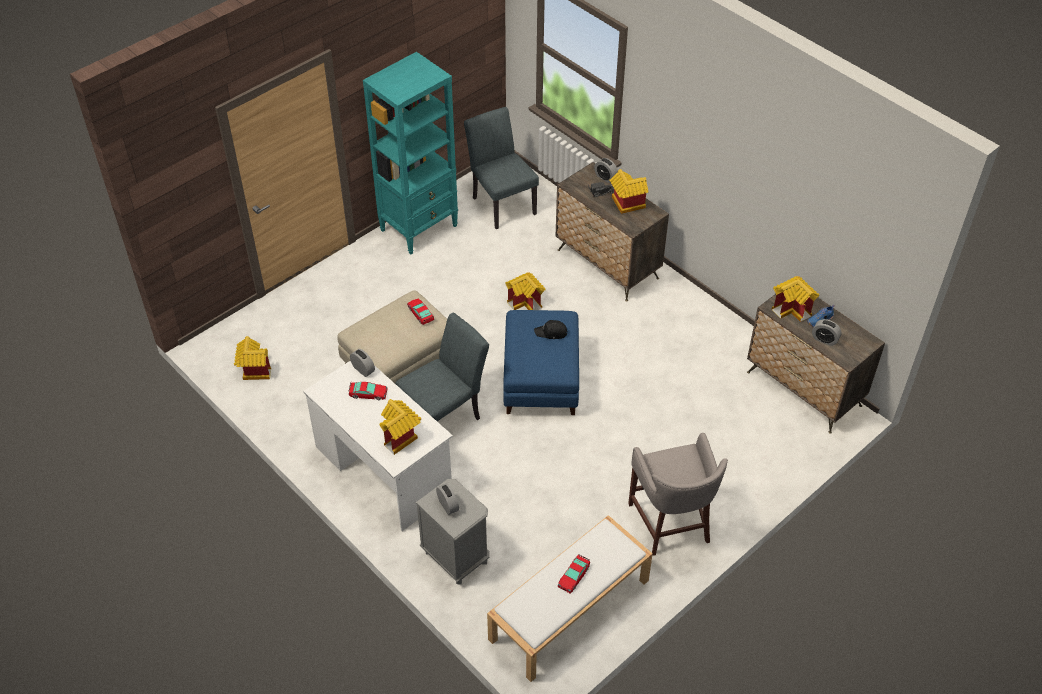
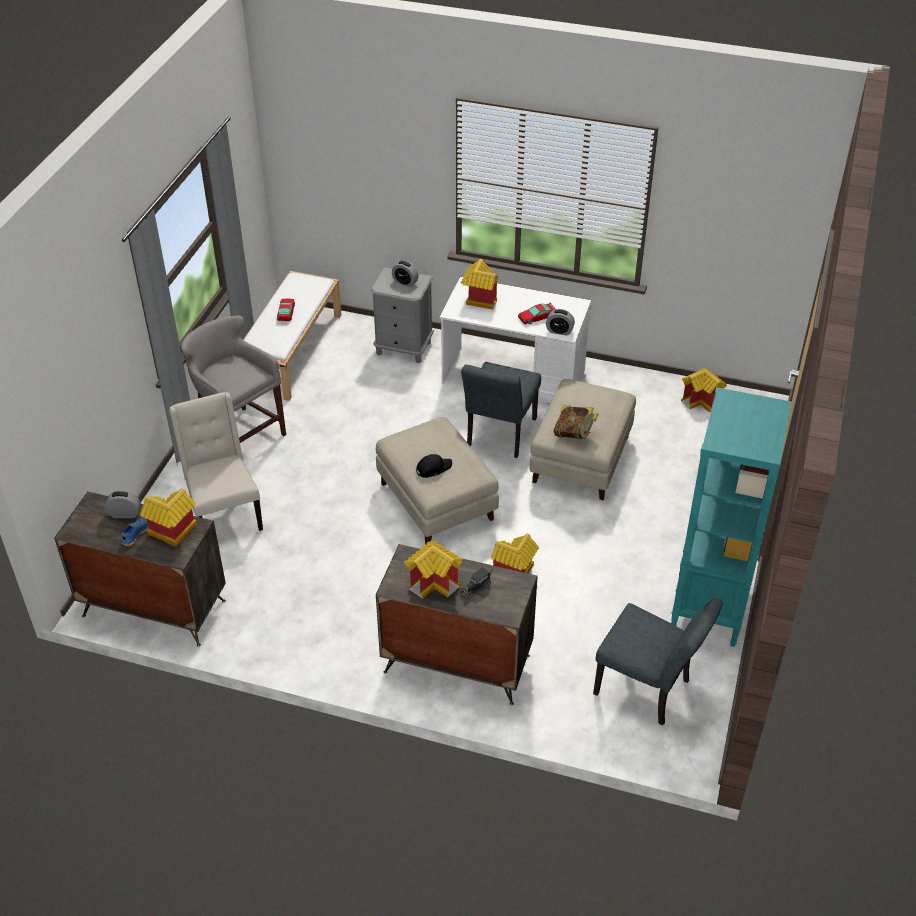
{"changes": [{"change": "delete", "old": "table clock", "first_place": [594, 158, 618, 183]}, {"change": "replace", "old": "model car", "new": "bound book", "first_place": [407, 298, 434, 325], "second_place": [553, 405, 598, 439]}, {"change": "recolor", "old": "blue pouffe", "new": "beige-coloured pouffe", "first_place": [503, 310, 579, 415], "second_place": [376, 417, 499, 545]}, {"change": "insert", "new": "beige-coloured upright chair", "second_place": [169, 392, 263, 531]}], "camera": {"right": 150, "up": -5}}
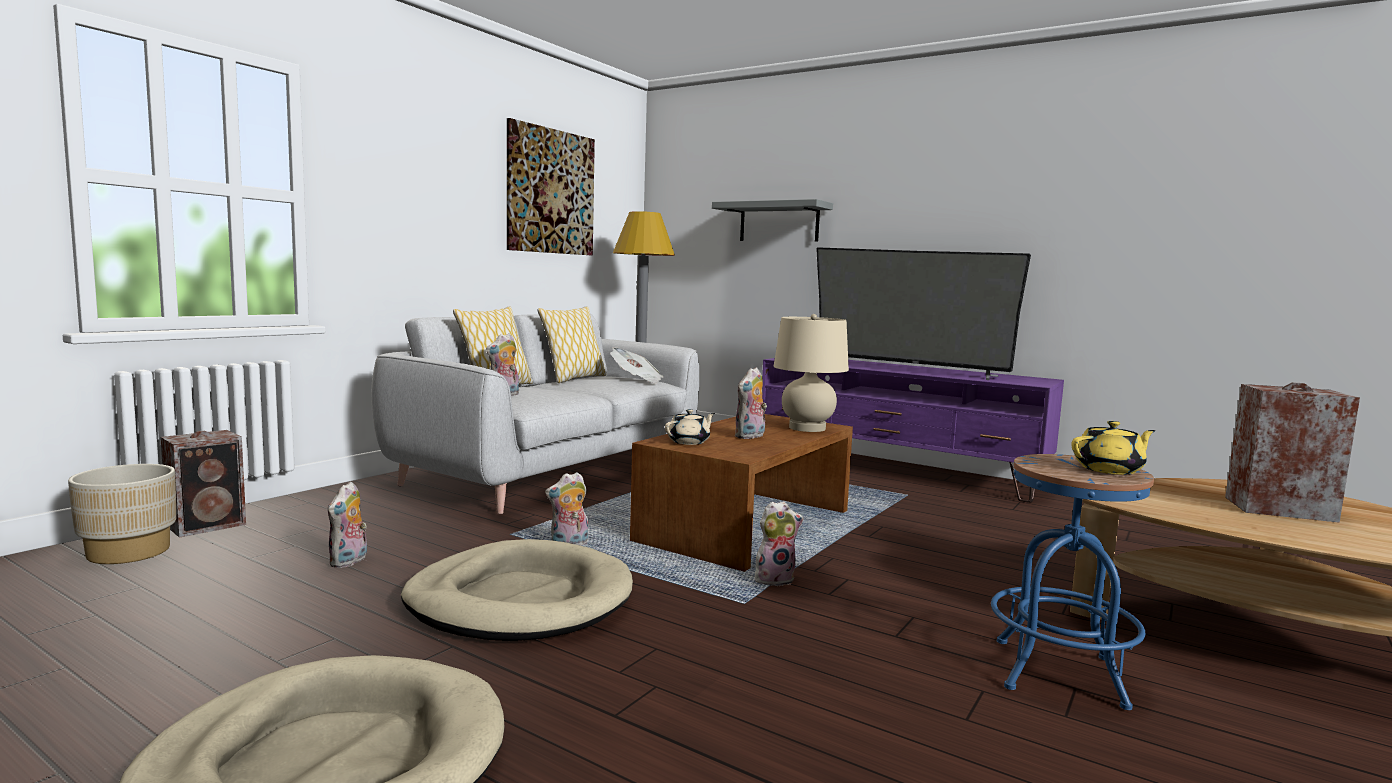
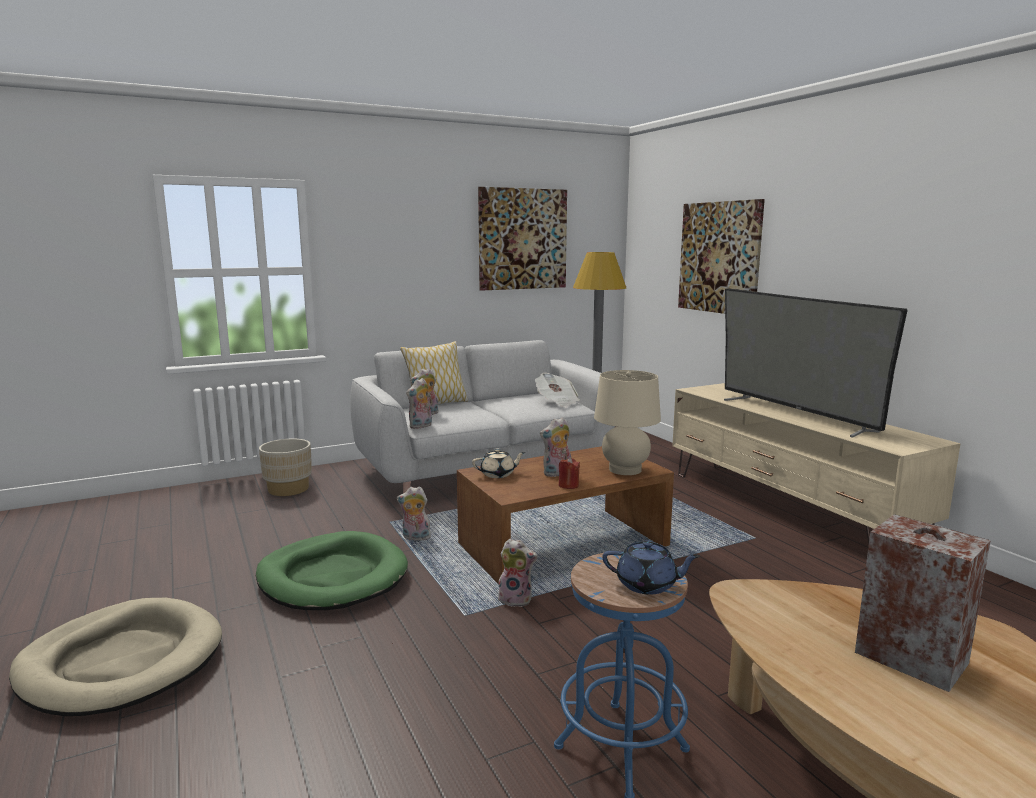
{"changes": [{"change": "replace", "old": "gray wall shelf", "new": "wall picture", "first_place": [712, 199, 833, 241], "second_place": [678, 199, 765, 314]}, {"change": "delete", "old": "pillow", "first_place": [537, 306, 606, 383]}, {"change": "recolor", "old": "purplish tv unit", "new": "beige-coloured tv unit", "first_place": [762, 358, 1064, 503], "second_place": [672, 383, 961, 544]}, {"change": "recolor", "old": "yellow tea pot", "new": "blue tea pot", "first_place": [1071, 421, 1155, 475], "second_place": [602, 540, 700, 595]}, {"change": "delete", "old": "speaker", "first_place": [160, 430, 246, 538]}, {"change": "move", "old": "beige-coloured plant pot", "first_place": [68, 464, 176, 564], "second_place": [259, 439, 312, 496]}, {"change": "move", "old": "cuddly toy", "first_place": [328, 481, 367, 568], "second_place": [406, 378, 432, 429]}, {"change": "recolor", "old": "beige-coloured pet bed", "new": "green pet bed", "first_place": [401, 539, 633, 641], "second_place": [256, 531, 408, 610]}, {"change": "insert", "new": "reddish wax light", "second_place": [559, 457, 580, 489]}], "camera": {"right": 30, "up": 5}}
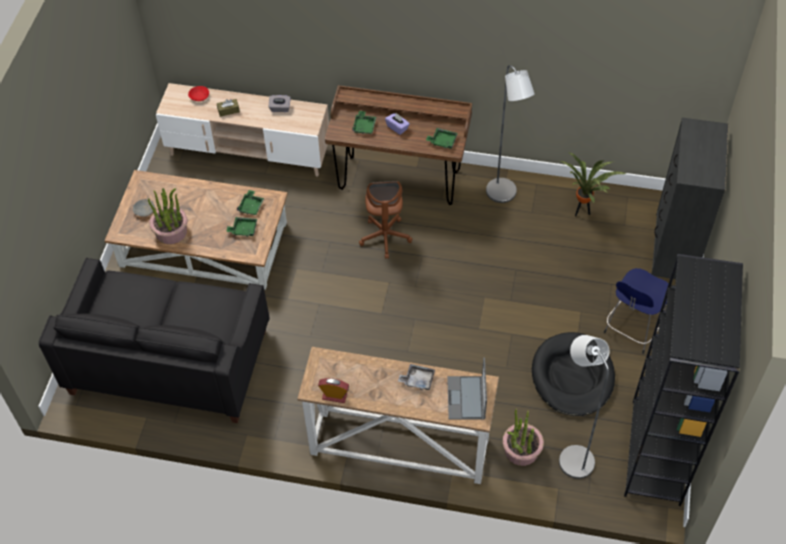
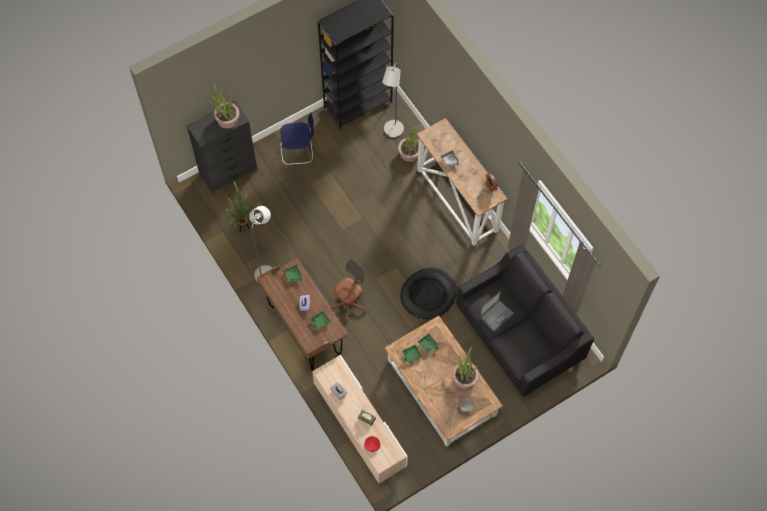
{"changes": [{"change": "move", "old": "black-coloured pet bed", "first_place": [532, 332, 615, 416], "second_place": [400, 268, 457, 320]}, {"change": "move", "old": "notebook computer", "first_place": [447, 358, 487, 420], "second_place": [479, 291, 514, 331]}, {"change": "insert", "new": "potted plant", "second_place": [212, 83, 239, 128]}], "camera": {"right": -135, "up": 10}}
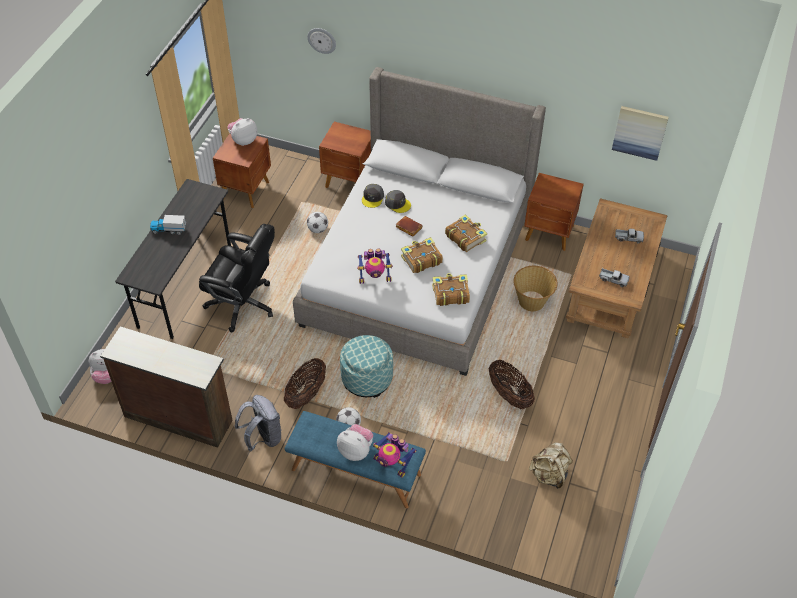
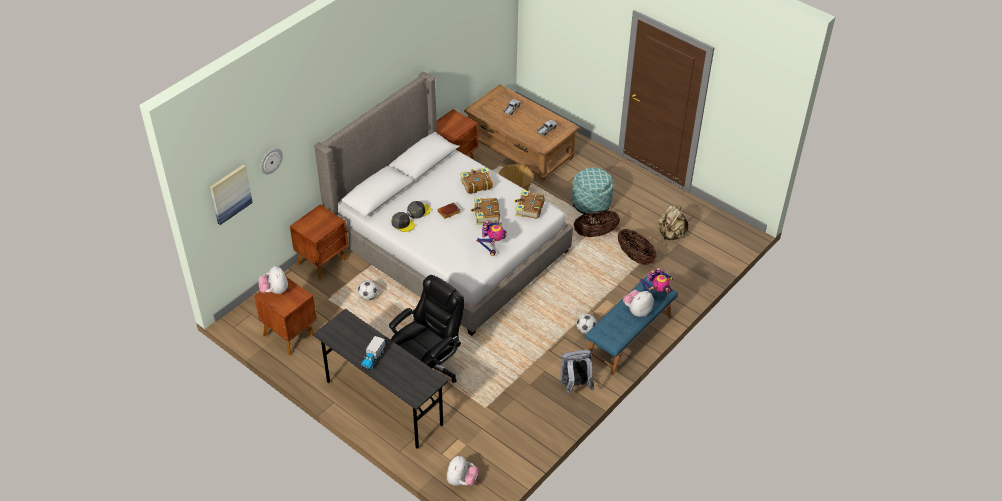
{"changes": [{"change": "move", "old": "wall picture", "first_place": [612, 106, 669, 161], "second_place": [210, 164, 253, 225]}, {"change": "delete", "old": "brown-coloured dresser", "first_place": [100, 326, 233, 448]}, {"change": "move", "old": "pouffe", "first_place": [340, 335, 393, 398], "second_place": [572, 168, 614, 217]}, {"change": "move", "old": "basket", "first_place": [284, 358, 326, 409], "second_place": [618, 229, 656, 265]}], "camera": {"right": -70, "up": -5}}
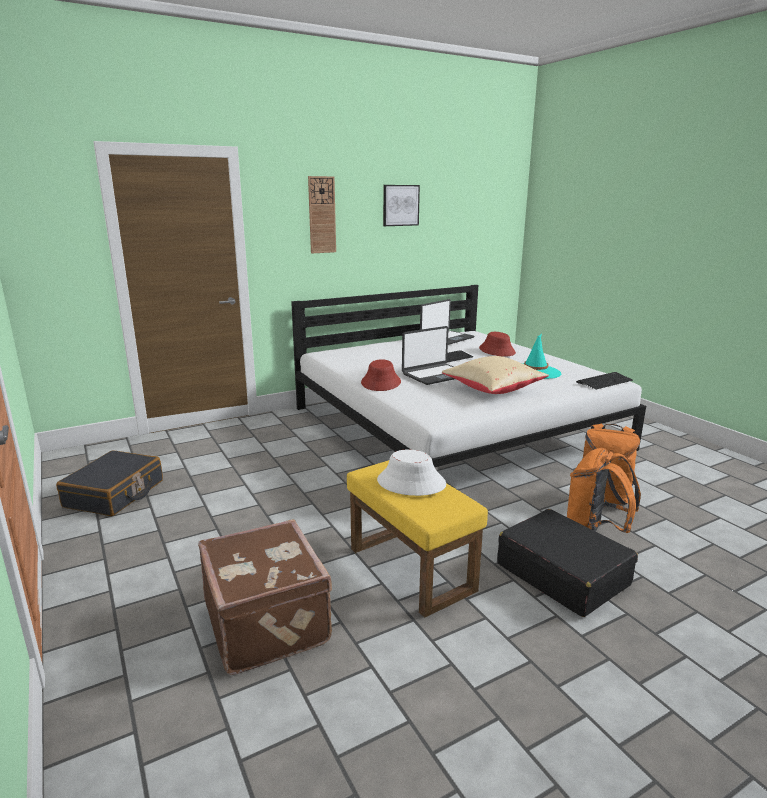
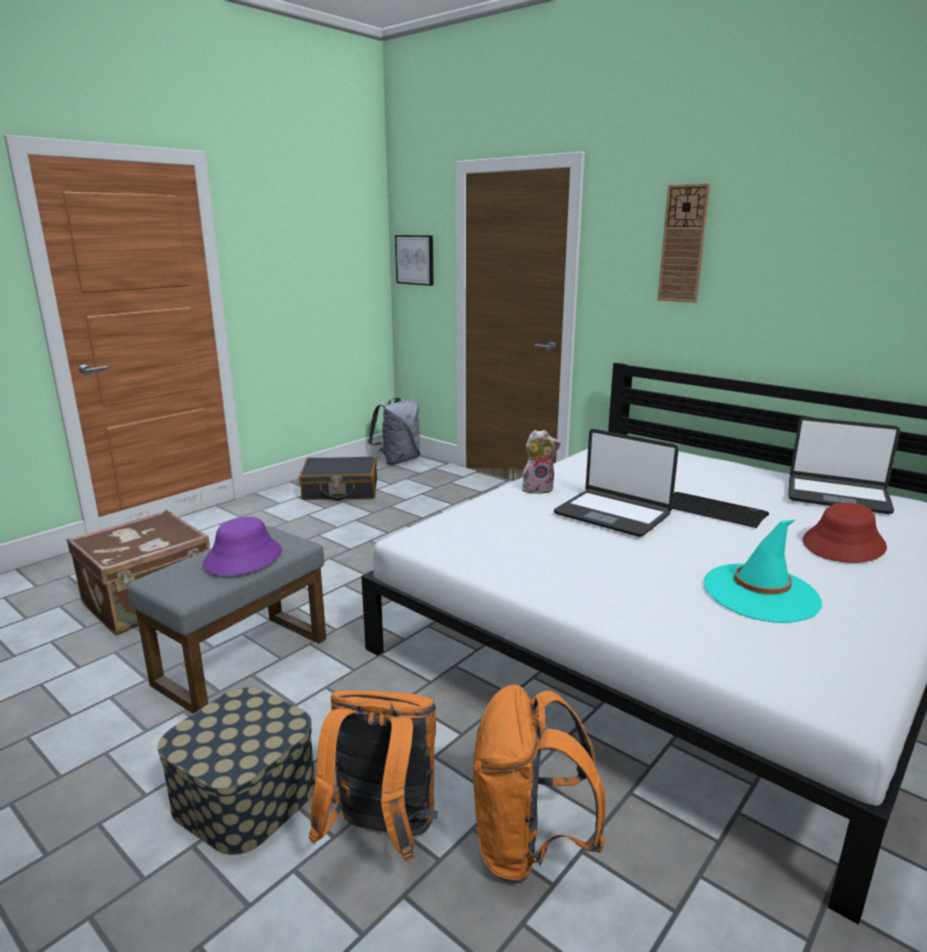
{"changes": [{"change": "move", "old": "wall picture", "first_place": [383, 185, 420, 226], "second_place": [395, 235, 434, 286]}, {"change": "delete", "old": "beige-coloured pillow", "first_place": [442, 356, 549, 394]}, {"change": "replace", "old": "reddish wearable hat", "new": "cuddly toy", "first_place": [361, 359, 401, 391], "second_place": [522, 430, 561, 494]}, {"change": "delete", "old": "keyboard", "first_place": [576, 372, 633, 390]}, {"change": "recolor", "old": "whitish wearable hat", "new": "purplish wearable hat", "first_place": [377, 450, 446, 496], "second_place": [203, 517, 282, 576]}, {"change": "recolor", "old": "yellow pouffe", "new": "gray pouffe", "first_place": [347, 460, 488, 618], "second_place": [127, 526, 326, 714]}, {"change": "replace", "old": "black-coloured suitcase", "new": "storage container", "first_place": [497, 509, 638, 617], "second_place": [158, 687, 315, 855]}, {"change": "insert", "new": "gray rucksack", "second_place": [368, 398, 420, 465]}], "camera": {"right": 70, "up": 0}}
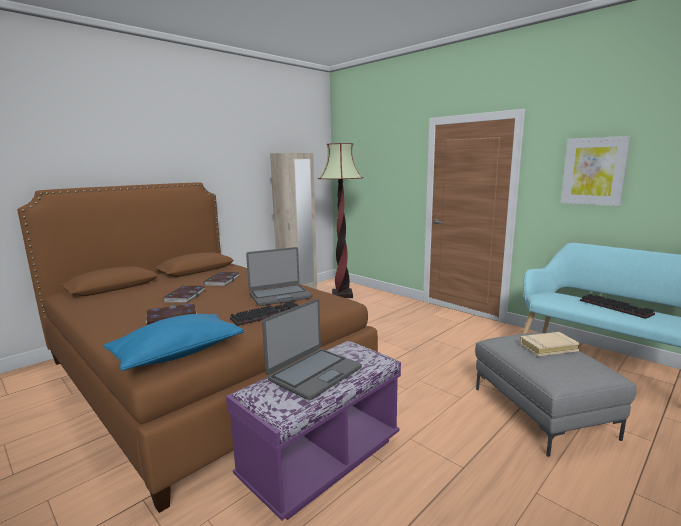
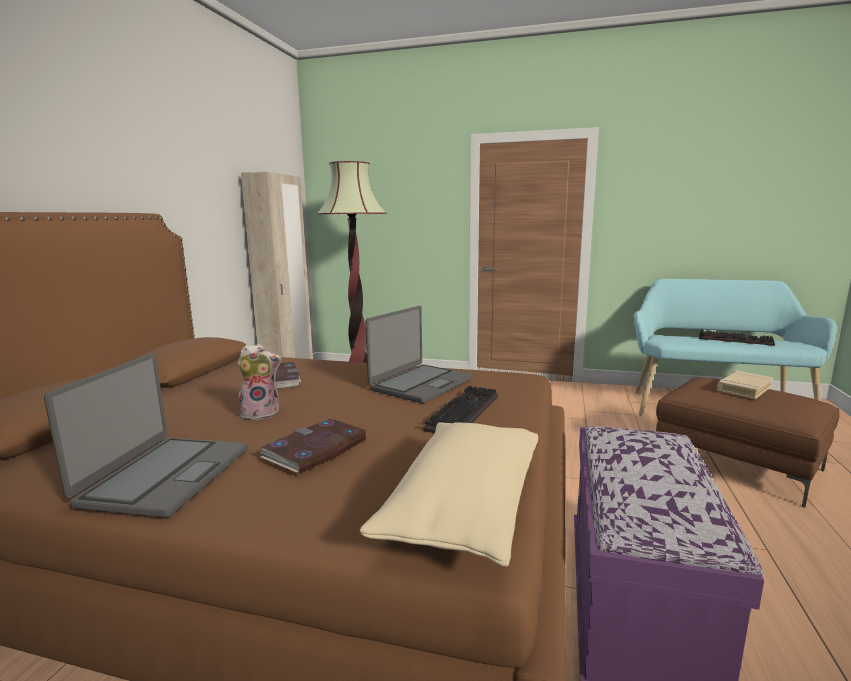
{"changes": [{"change": "delete", "old": "wall picture", "first_place": [560, 136, 631, 206]}, {"change": "replace", "old": "bound book", "new": "cuddly toy", "first_place": [163, 286, 205, 303], "second_place": [237, 344, 282, 420]}, {"change": "move", "old": "notebook computer", "first_place": [262, 299, 362, 400], "second_place": [44, 353, 247, 517]}, {"change": "recolor", "old": "blue pillow", "new": "beige-coloured pillow", "first_place": [104, 314, 244, 371], "second_place": [360, 422, 538, 567]}, {"change": "recolor", "old": "gray pouffe", "new": "brown-coloured pouffe", "first_place": [475, 333, 637, 457], "second_place": [656, 378, 840, 508]}], "camera": {"right": -30, "up": 0}}
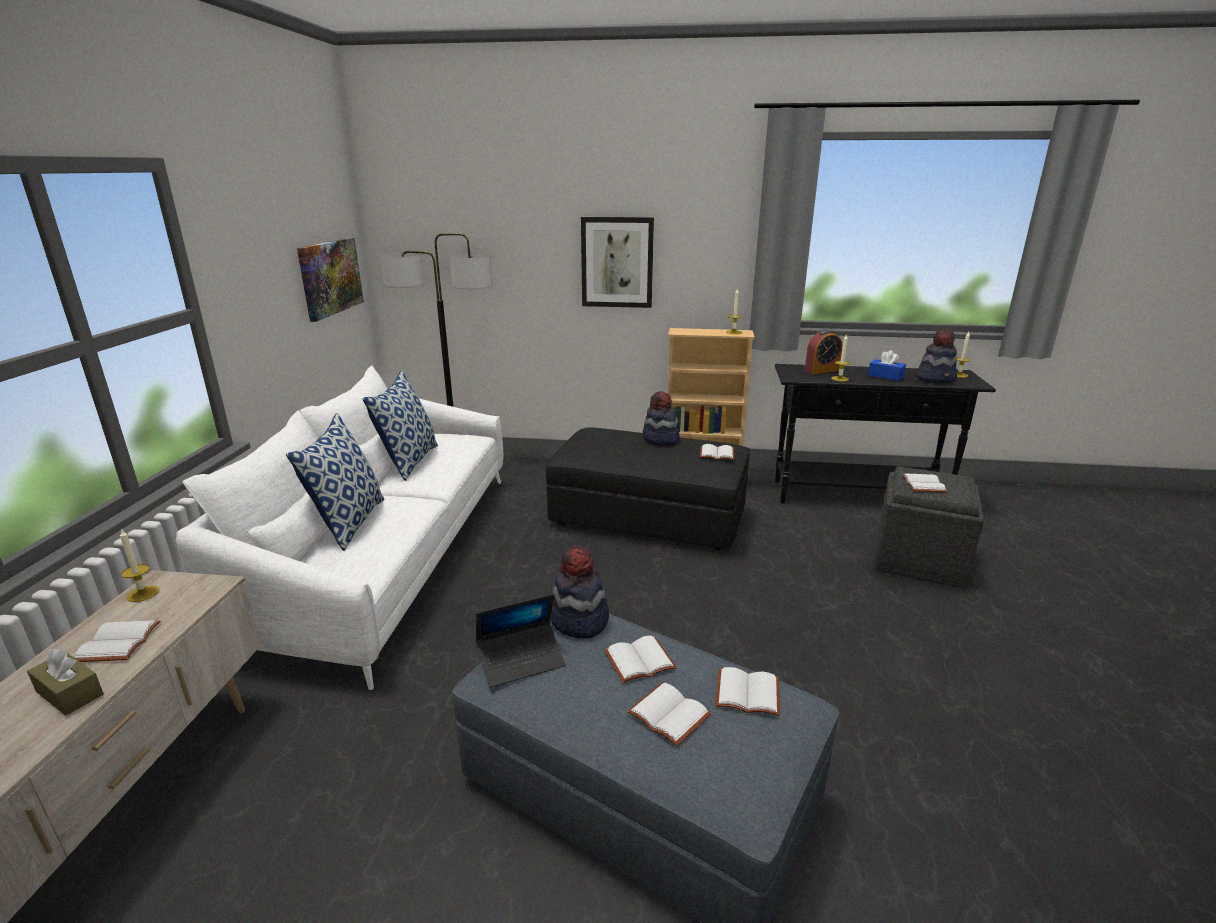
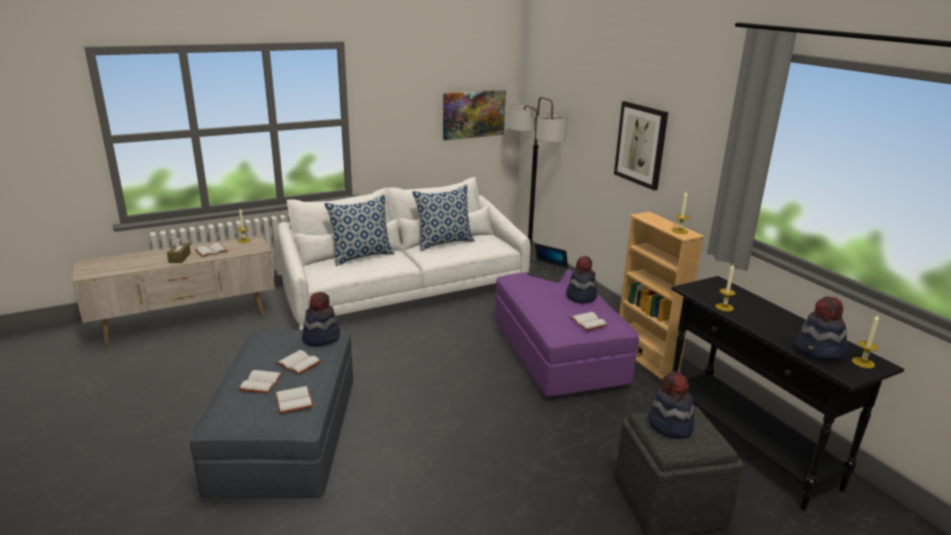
{"changes": [{"change": "delete", "old": "table clock", "first_place": [805, 330, 842, 374]}, {"change": "delete", "old": "blue tissue box", "first_place": [868, 350, 906, 381]}, {"change": "recolor", "old": "black-coloured pouffe", "new": "purplish pouffe", "first_place": [546, 427, 750, 550], "second_place": [495, 269, 639, 397]}, {"change": "replace", "old": "whitish bound book", "new": "wearable hat", "first_place": [902, 473, 948, 493], "second_place": [649, 371, 694, 439]}, {"change": "move", "old": "notebook computer", "first_place": [476, 594, 566, 688], "second_place": [527, 243, 568, 283]}], "camera": {"right": 55, "up": 0}}
